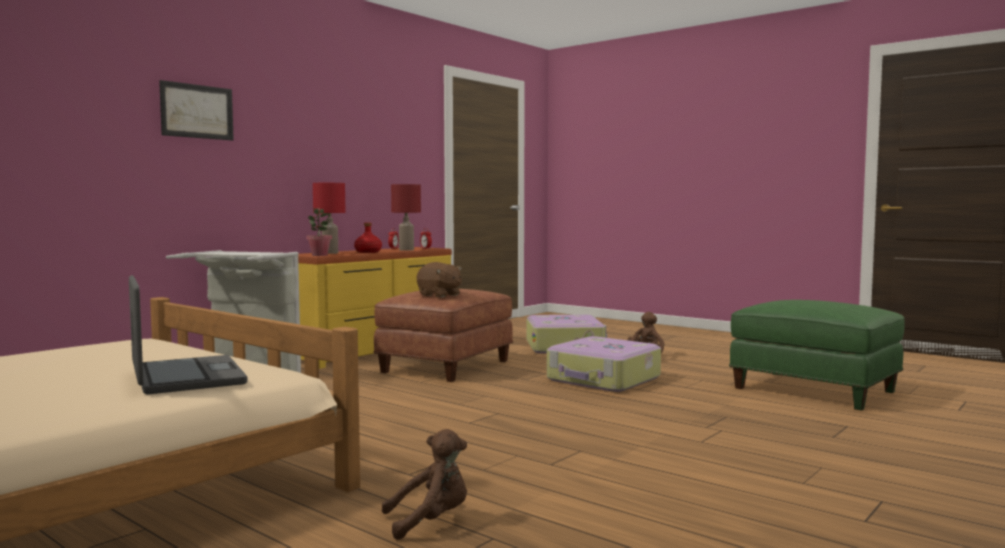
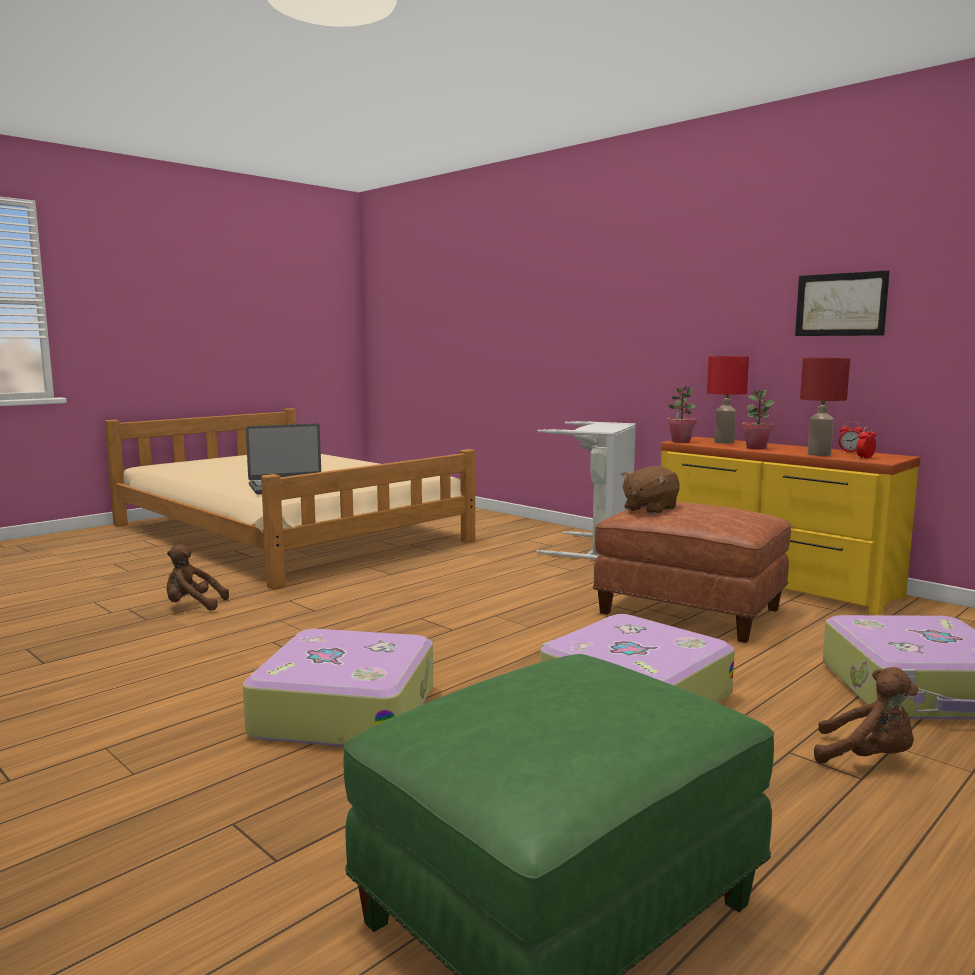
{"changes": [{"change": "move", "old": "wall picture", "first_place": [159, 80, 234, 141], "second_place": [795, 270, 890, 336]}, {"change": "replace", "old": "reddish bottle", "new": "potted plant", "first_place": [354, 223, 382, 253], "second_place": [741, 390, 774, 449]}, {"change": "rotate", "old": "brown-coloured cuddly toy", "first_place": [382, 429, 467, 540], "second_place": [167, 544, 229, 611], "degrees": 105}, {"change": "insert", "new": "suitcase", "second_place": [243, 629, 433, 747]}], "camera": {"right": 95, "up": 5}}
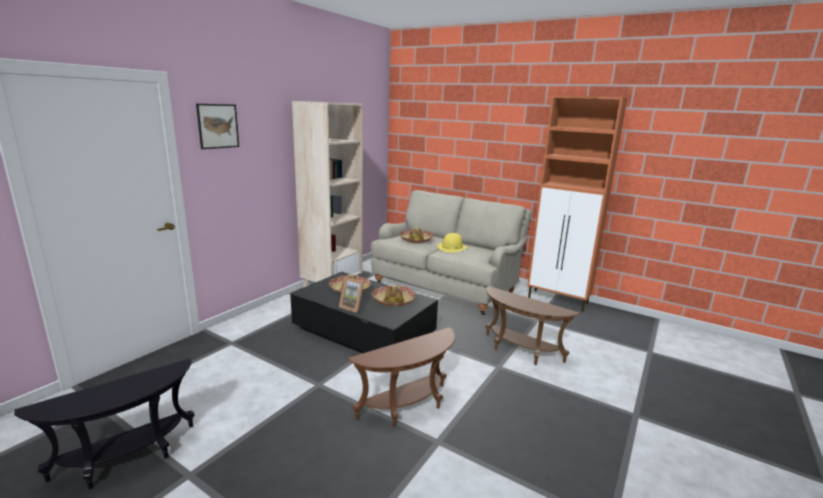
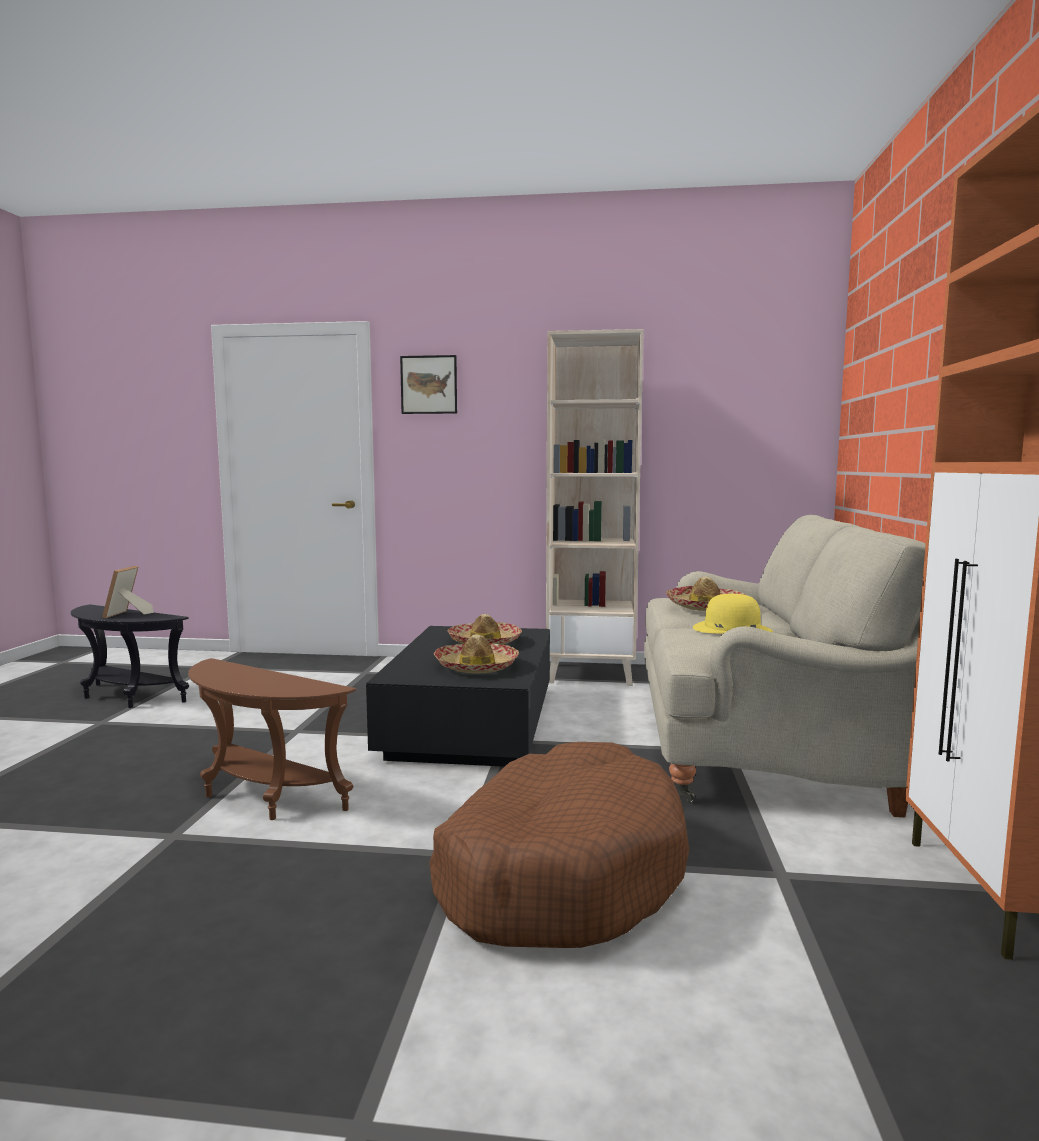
{"changes": [{"change": "move", "old": "standing frame", "first_place": [339, 277, 364, 313], "second_place": [102, 566, 154, 618]}, {"change": "replace", "old": "brown-coloured side table", "new": "brown-coloured pet bed", "first_place": [485, 286, 580, 365], "second_place": [429, 742, 689, 948]}], "camera": {"right": 65, "up": -10}}
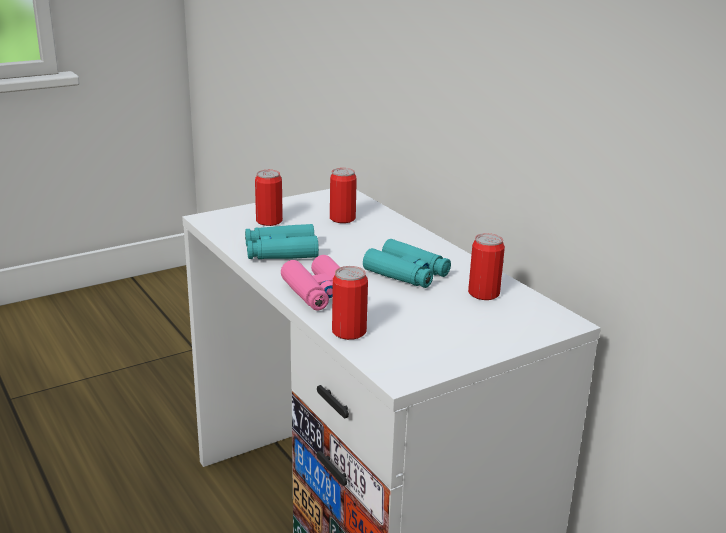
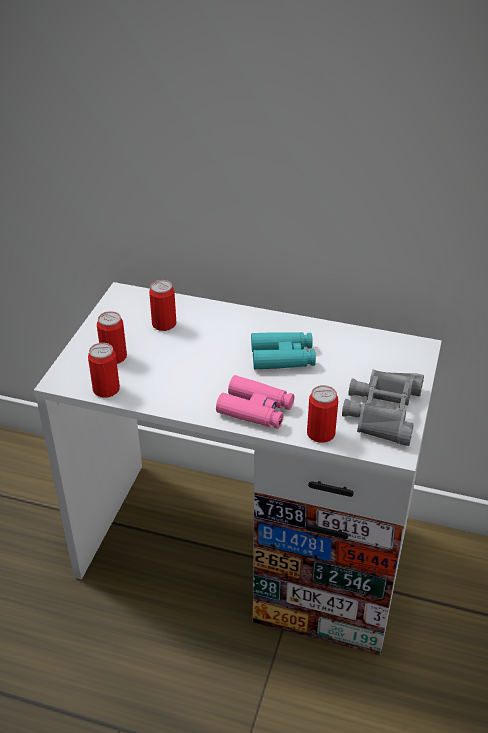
{"changes": [{"change": "delete", "old": "turquoise pair of binoculars", "first_place": [245, 224, 319, 259]}, {"change": "move", "old": "can", "first_place": [468, 233, 505, 300], "second_place": [88, 343, 120, 398]}, {"change": "insert", "new": "gray pair of binoculars", "second_place": [342, 369, 424, 446]}], "camera": {"right": -40, "up": 15}}
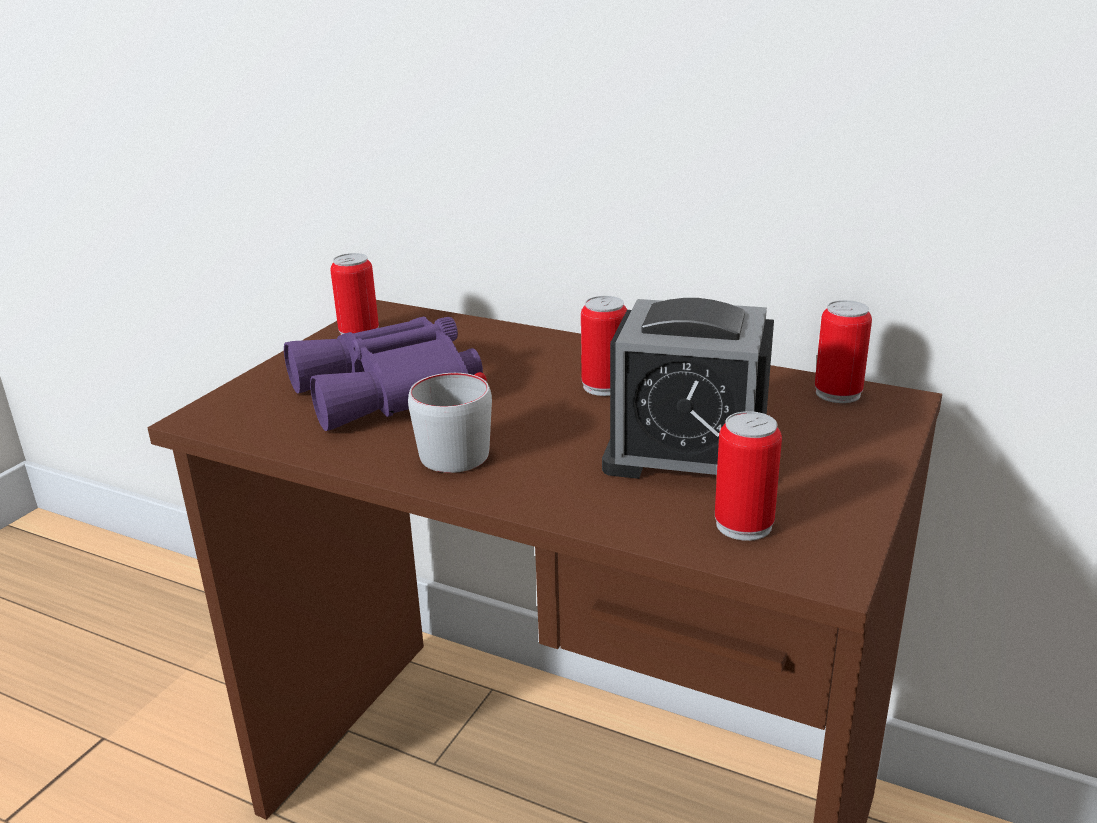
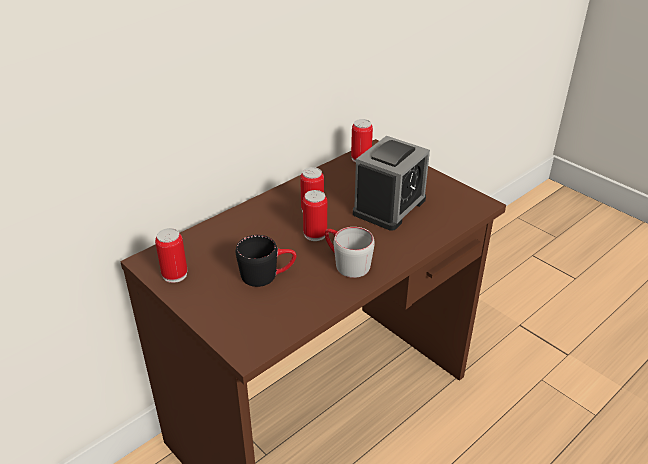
{"changes": [{"change": "replace", "old": "purplish pair of binoculars", "new": "black-coloured tea mug", "first_place": [284, 317, 483, 431], "second_place": [236, 235, 296, 287]}, {"change": "move", "old": "can", "first_place": [715, 411, 782, 541], "second_place": [303, 190, 327, 241]}], "camera": {"right": -70, "up": 10}}
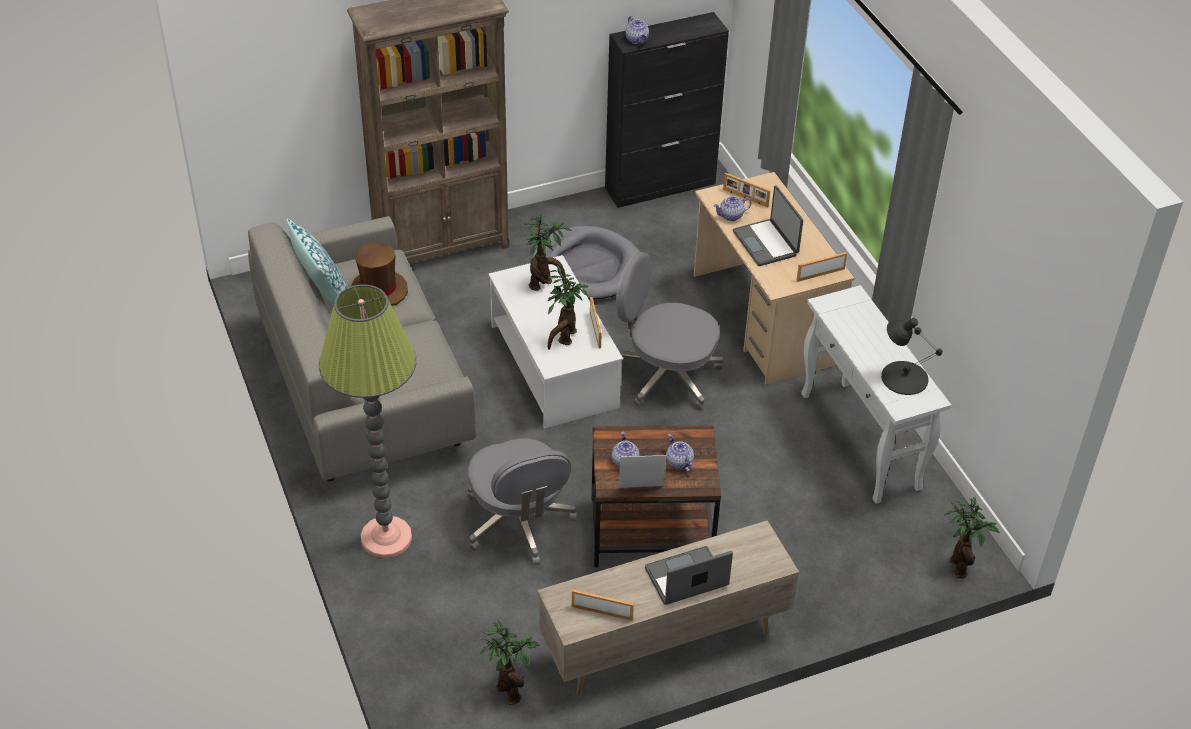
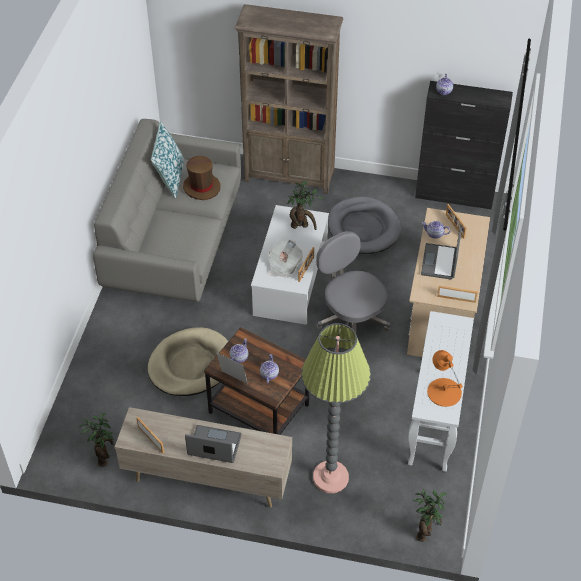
{"changes": [{"change": "replace", "old": "potted plant", "new": "newspaper", "first_place": [547, 265, 589, 350], "second_place": [268, 239, 303, 277]}, {"change": "move", "old": "standard lamp", "first_place": [319, 284, 416, 558], "second_place": [301, 323, 371, 493]}, {"change": "recolor", "old": "black-coloured tabletop lamp", "new": "orangey tabletop lamp", "first_place": [881, 318, 943, 395], "second_place": [427, 350, 463, 407]}, {"change": "replace", "old": "gray desk chair", "new": "beige-coloured pet bed", "first_place": [467, 438, 577, 565], "second_place": [148, 327, 228, 396]}], "camera": {"right": 35, "up": 5}}
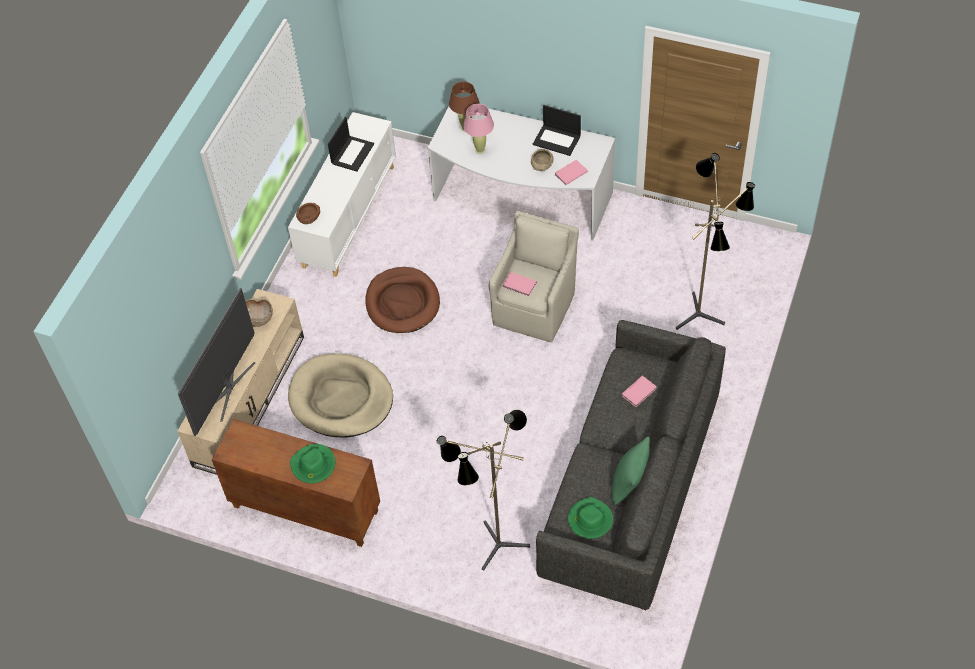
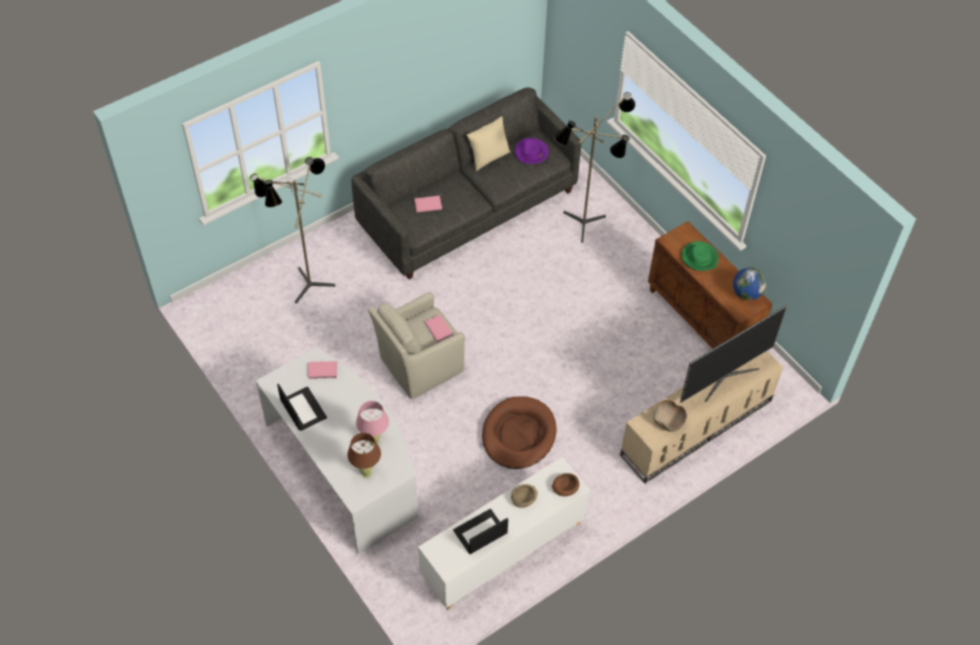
{"changes": [{"change": "move", "old": "beige-coloured deep dish", "first_place": [531, 149, 554, 171], "second_place": [511, 484, 538, 508]}, {"change": "delete", "old": "beige-coloured pet bed", "first_place": [288, 353, 393, 438]}, {"change": "recolor", "old": "green pillow", "new": "beige-coloured pillow", "first_place": [612, 437, 650, 506], "second_place": [467, 116, 510, 171]}, {"change": "recolor", "old": "green wearable hat", "new": "purplish wearable hat", "first_place": [568, 497, 613, 539], "second_place": [515, 138, 549, 164]}, {"change": "insert", "new": "world globe", "second_place": [733, 267, 766, 300]}], "camera": {"right": -150, "up": 0}}
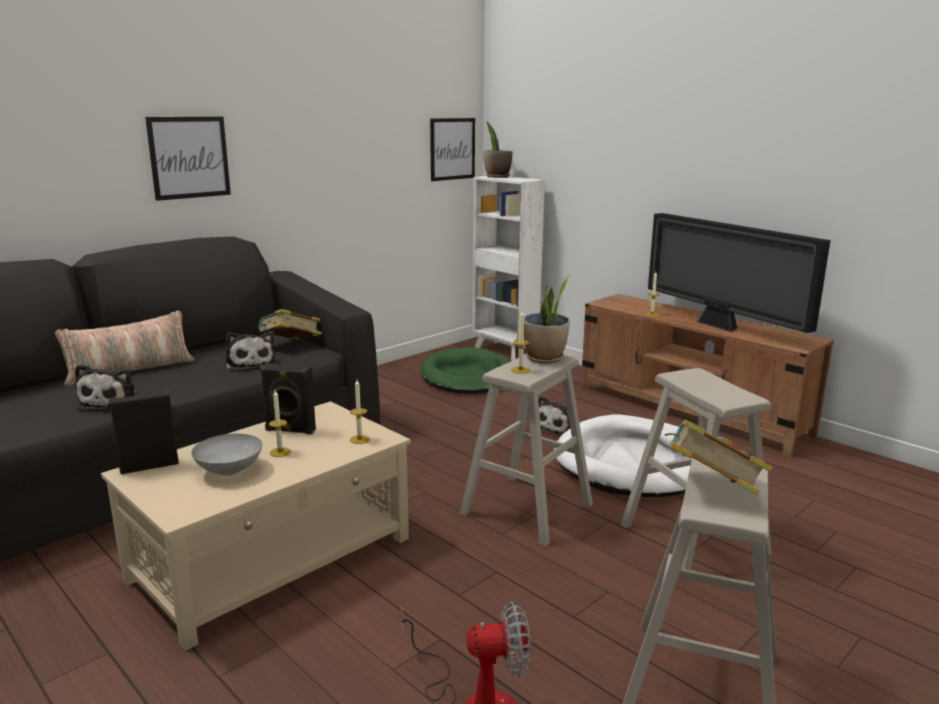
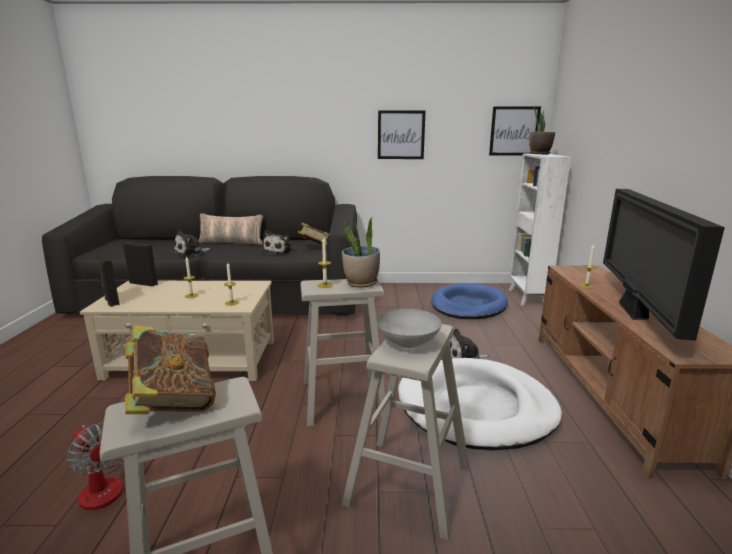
{"changes": [{"change": "move", "old": "wall picture", "first_place": [145, 117, 231, 201], "second_place": [378, 110, 426, 159]}, {"change": "recolor", "old": "green pet bed", "new": "blue pet bed", "first_place": [420, 347, 510, 394], "second_place": [431, 283, 508, 319]}, {"change": "move", "old": "black-coloured speaker", "first_place": [260, 363, 316, 434], "second_place": [97, 253, 120, 307]}, {"change": "move", "old": "gray deep dish", "first_place": [191, 434, 262, 476], "second_place": [376, 309, 442, 348]}], "camera": {"right": 45, "up": 0}}
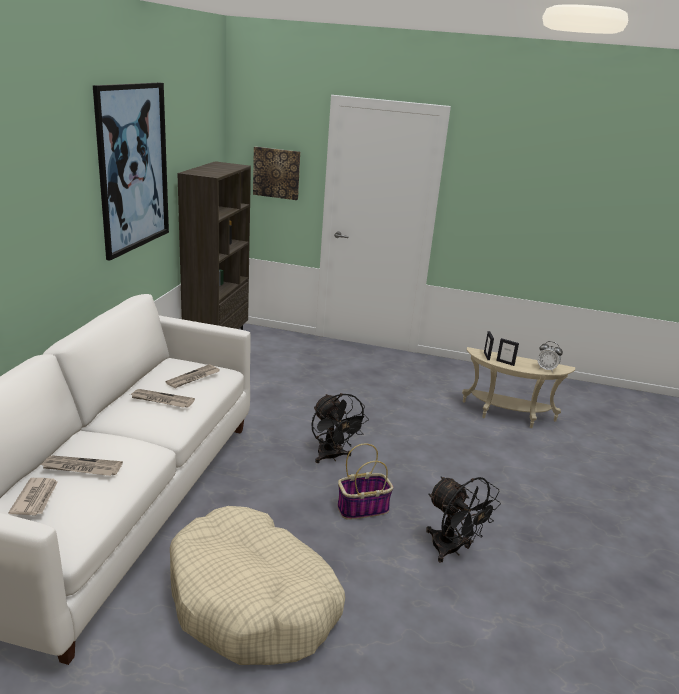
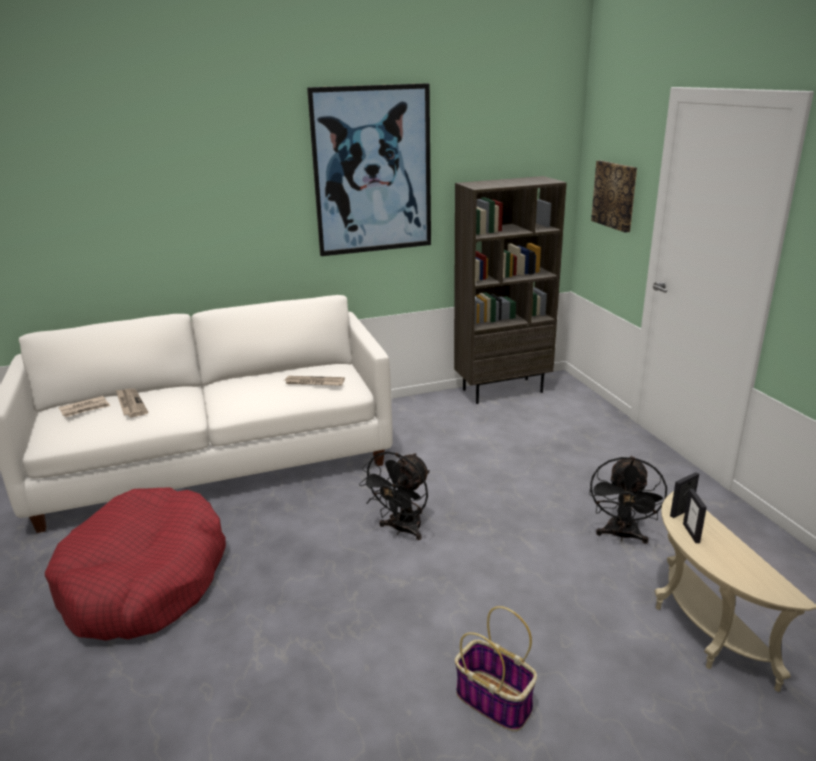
{"changes": [{"change": "delete", "old": "table clock", "first_place": [537, 341, 563, 372]}, {"change": "delete", "old": "newspaper", "first_place": [130, 389, 195, 408]}, {"change": "move", "old": "basket", "first_place": [337, 443, 393, 520], "second_place": [455, 606, 537, 732]}, {"change": "move", "old": "black-coloured fan", "first_place": [426, 477, 501, 563], "second_place": [589, 456, 667, 544]}, {"change": "recolor", "old": "beige-coloured pet bed", "new": "reddish pet bed", "first_place": [170, 506, 345, 665], "second_place": [45, 488, 226, 641]}], "camera": {"right": 60, "up": 0}}
